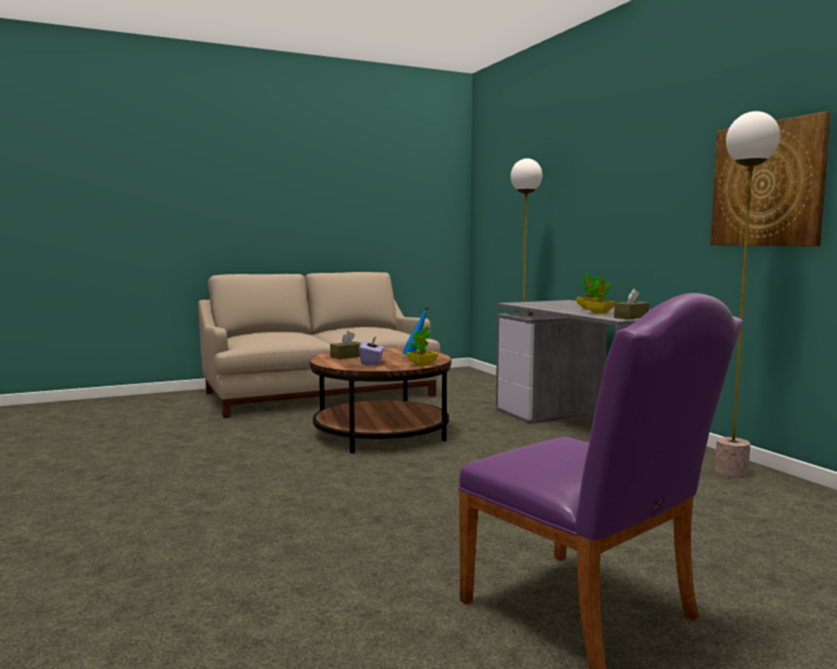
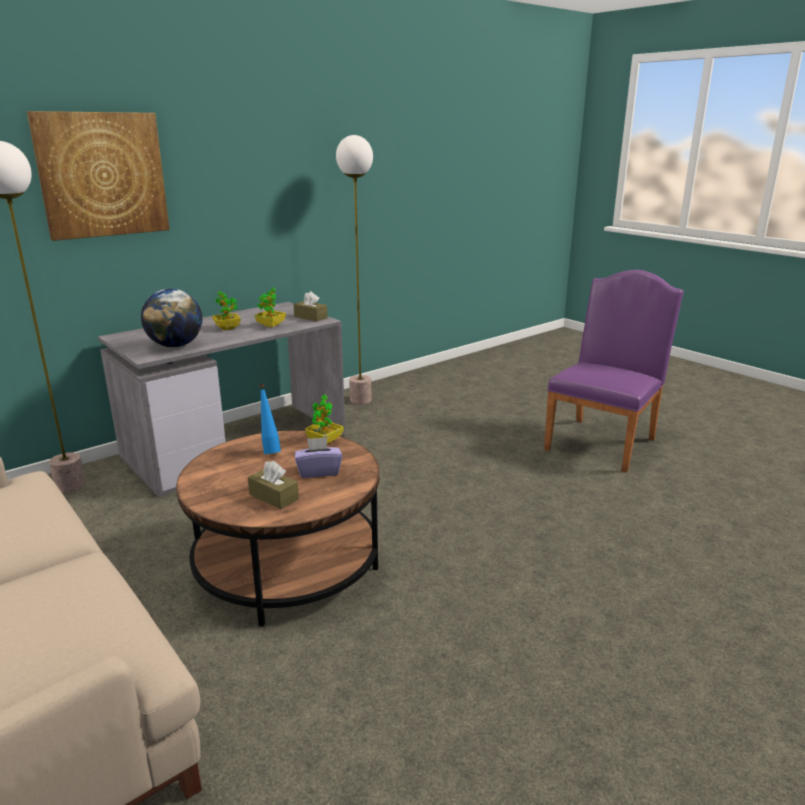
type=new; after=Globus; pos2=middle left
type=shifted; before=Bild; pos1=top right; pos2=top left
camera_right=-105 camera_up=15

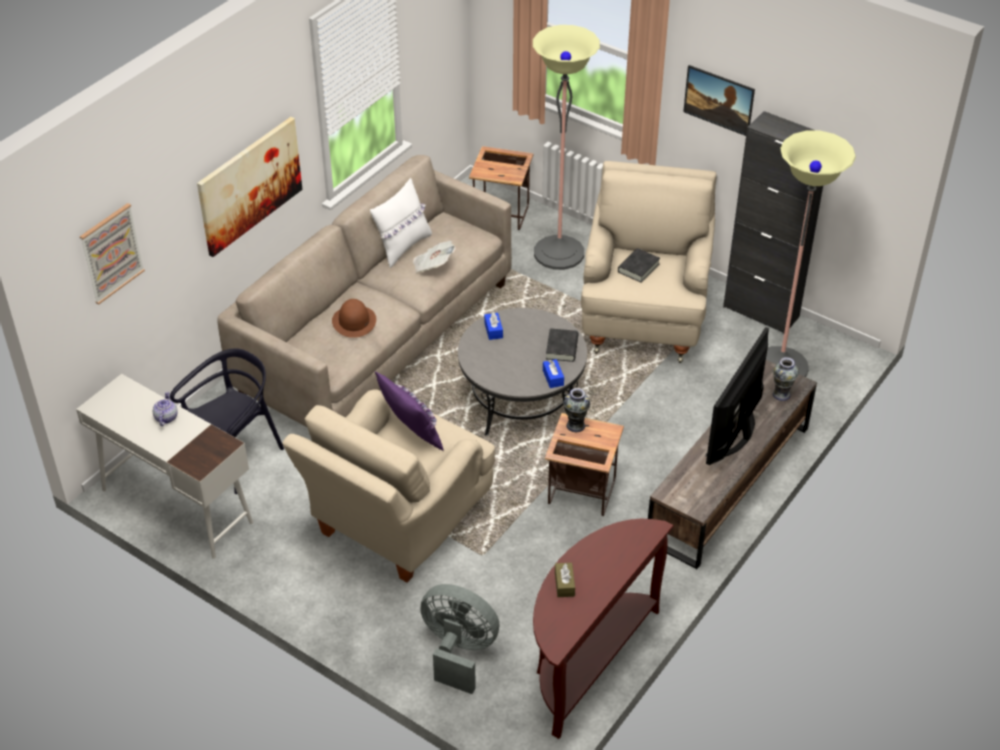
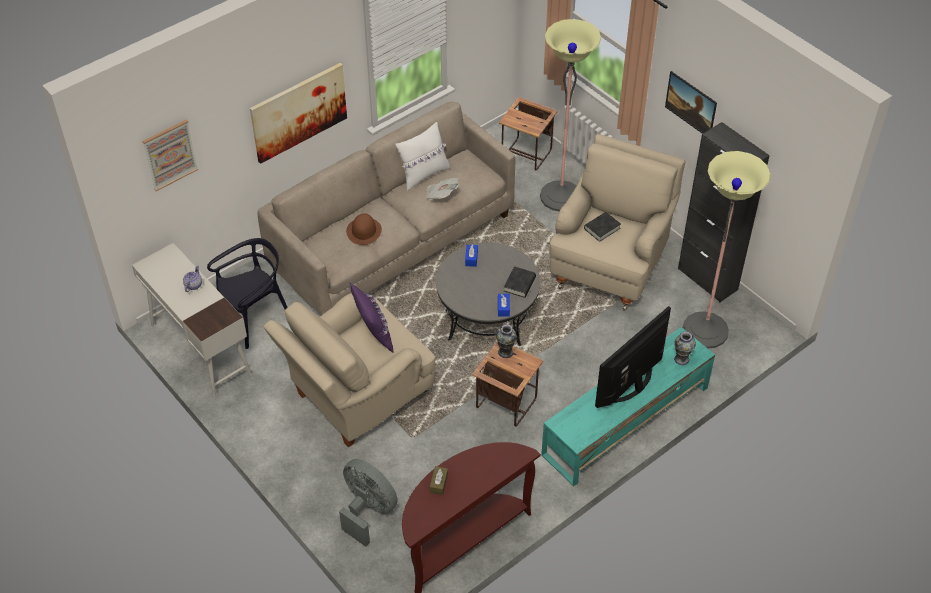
type=repainted; before=Fernsehschrank (braun); after=Fernsehschrank (türkis); pos1=middle right; pos2=bottom right
camera_right=15 camera_up=5

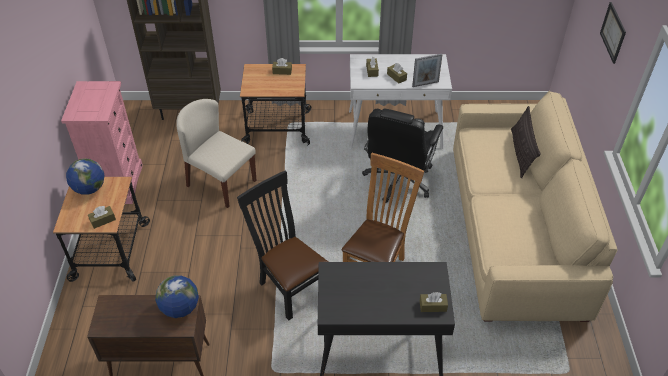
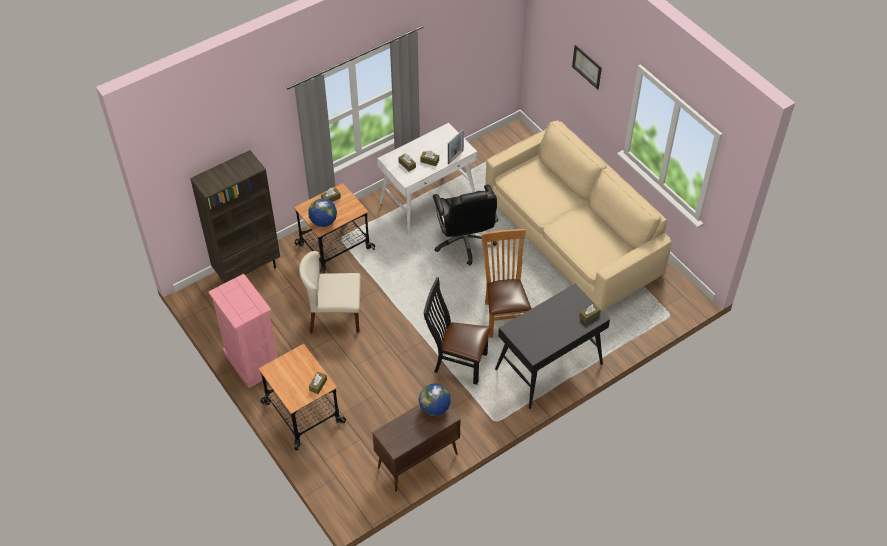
type=gone; before=Kissen; pos1=middle right
type=shifted; before=Globus (no. 1 from left); pos1=middle left; pos2=centre
camera_right=-35 camera_up=5

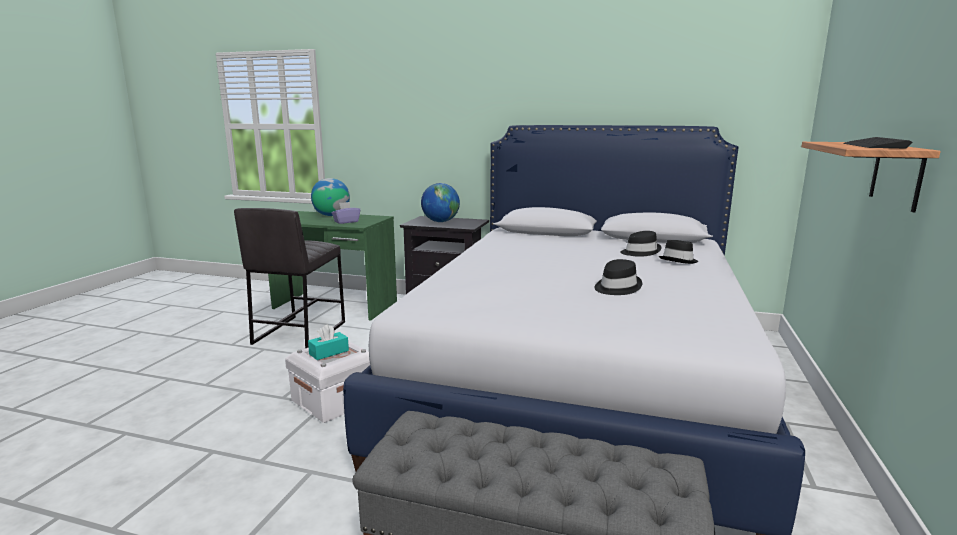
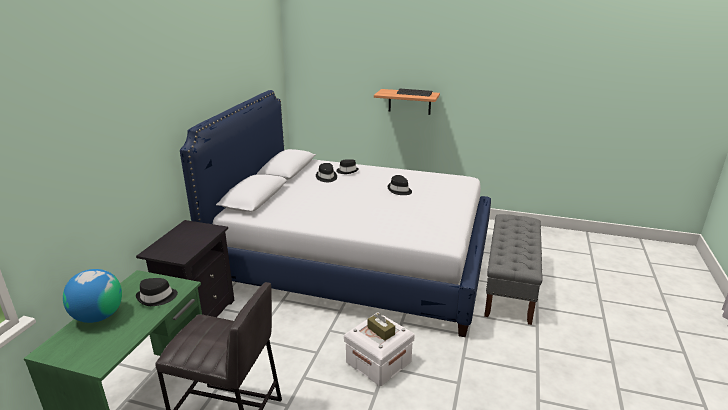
type=gone; before=Globus (no. 2 from left); pos1=centre
type=swapped; before=Taschentuchbox (lila); after=Hut (schwarz) (no. 1 from left); pos1=centre; pos2=bottom left
type=repainted; before=Taschentuchbox (türkis); after=Taschentuchbox (braun); pos1=centre; pos2=bottom centre
camera_right=-90 camera_up=10

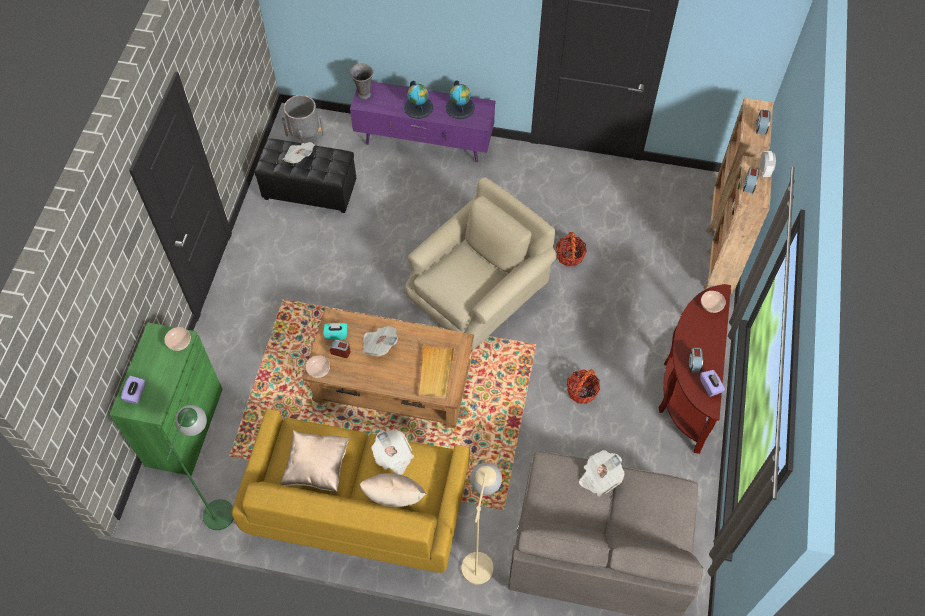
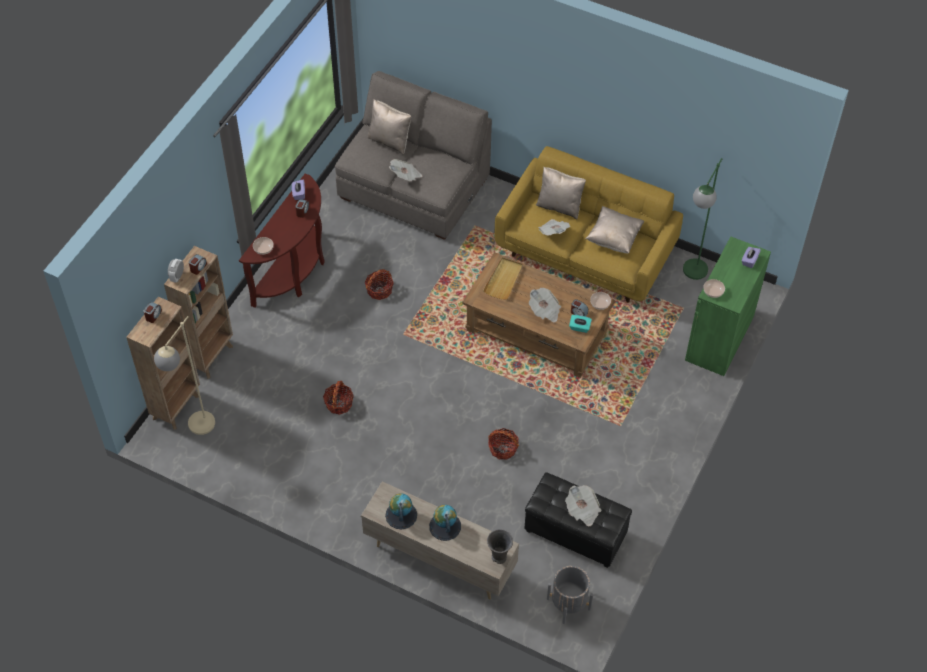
type=gone; before=Sessel (beige); pos1=centre
type=new; after=Kissen (beige) (no. 1 from left); pos2=top centre
type=new; after=Korb (no. 3 from left); pos2=centre
type=shifted; before=Stehlampe (beige); pos1=bottom centre; pos2=middle left
type=repainted; before=Fernsehschrank (lila); after=Fernsehschrank (beige); pos1=top centre; pos2=bottom centre
camera_right=-165 camera_up=-5

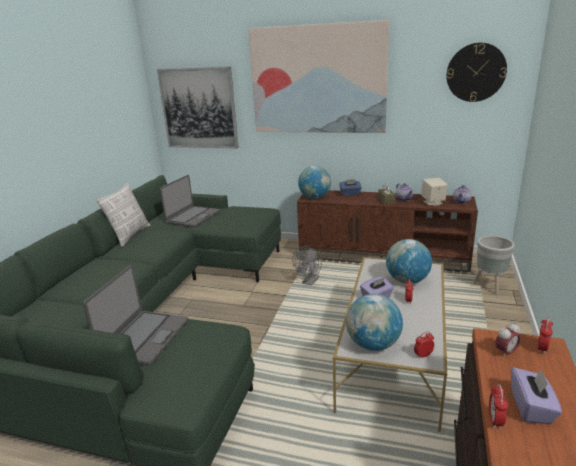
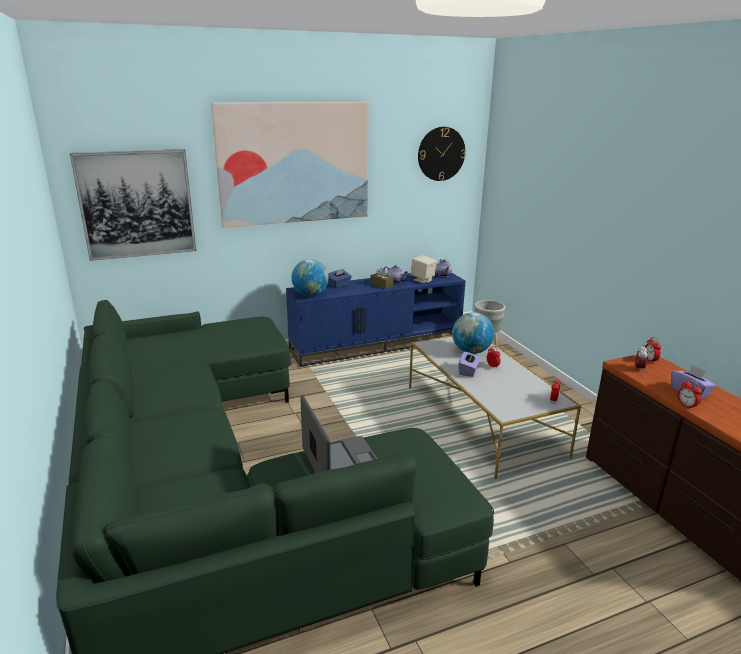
type=gone; before=Kissen; pos1=middle left
type=gone; before=Laptop (no. 2 from left); pos1=middle left
type=gone; before=Ventilator (grau); pos1=centre
type=gone; before=Globus (no. 2 from left); pos1=bottom centre
type=repainted; before=Fernsehschrank (braun); after=Fernsehschrank (blau); pos1=middle right; pos2=centre
camera_right=-40 camera_up=0

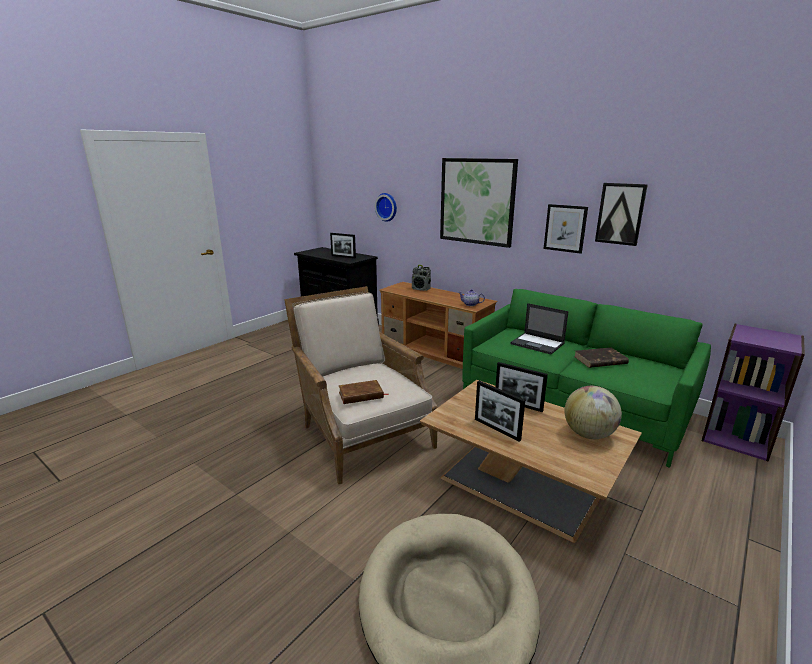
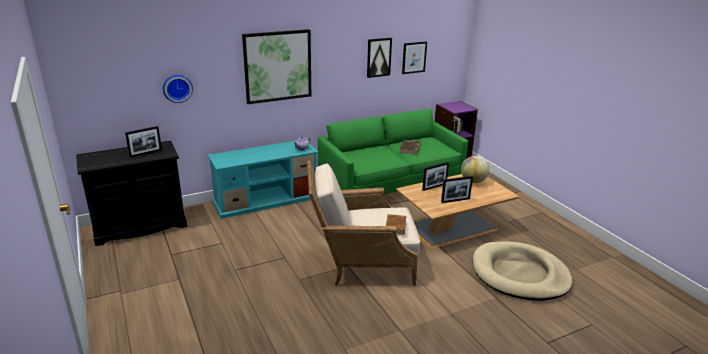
type=gone; before=Radio; pos1=centre
type=gone; before=Laptop; pos1=centre
type=shifted; before=Bild (no. 2 from left in the first image); after=Bild (no. 3 from left); pos1=middle right; pos2=top centre
type=repainted; before=Fernsehschrank (braun); after=Fernsehschrank (türkis); pos1=centre; pos2=centre
camera_right=-65 camera_up=5

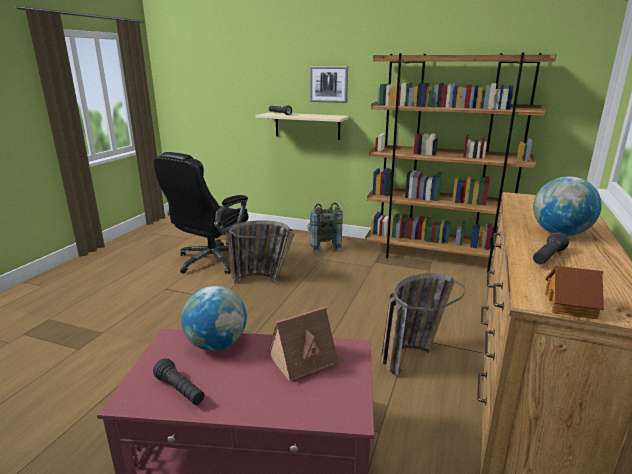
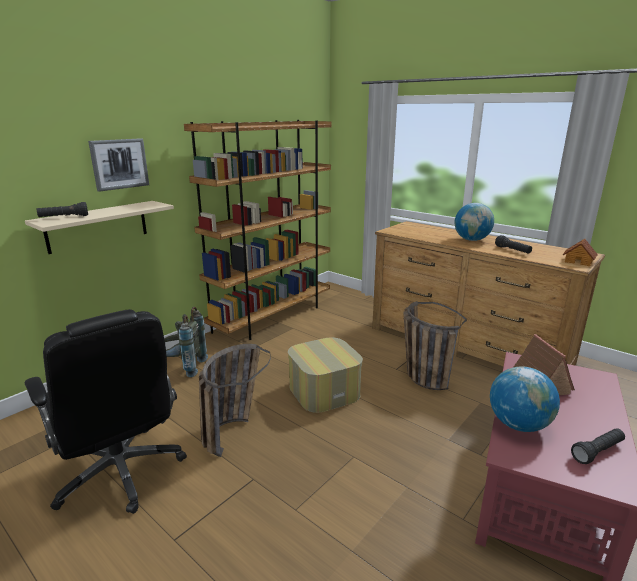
type=new; after=Polsterhocker; pos2=centre
camera_right=-70 camera_up=0

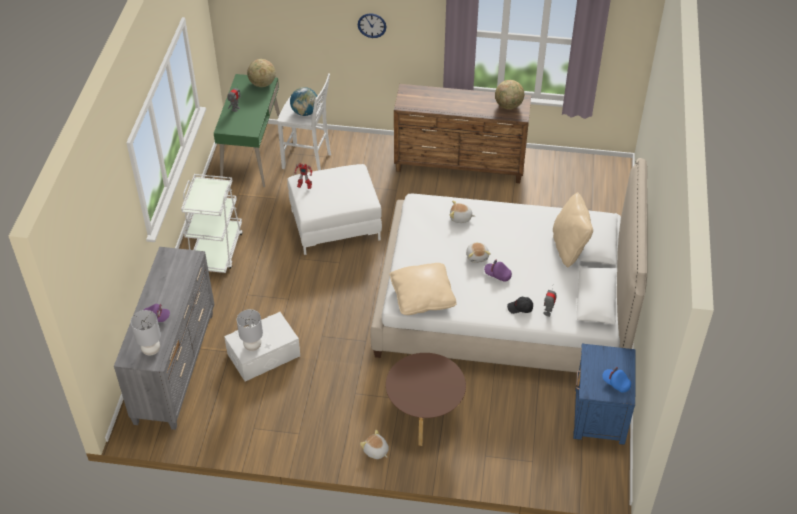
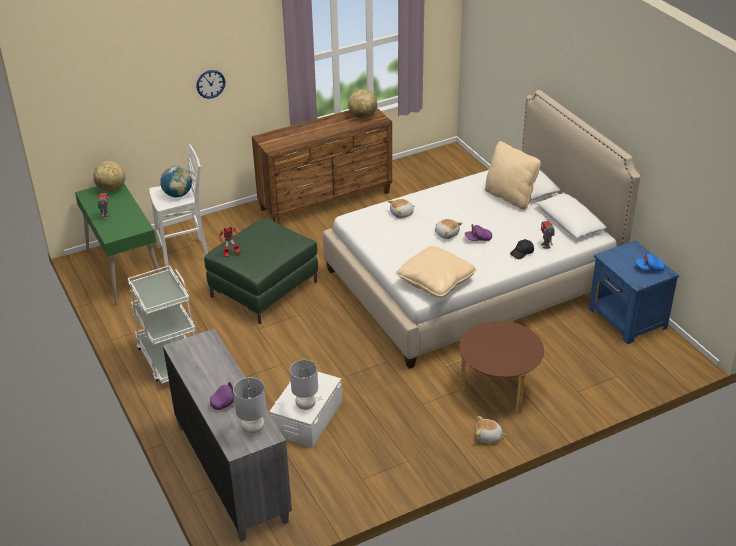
type=repainted; before=Polsterhocker (weiß); after=Polsterhocker (grün); pos1=centre; pos2=centre
camera_right=-35 camera_up=-10

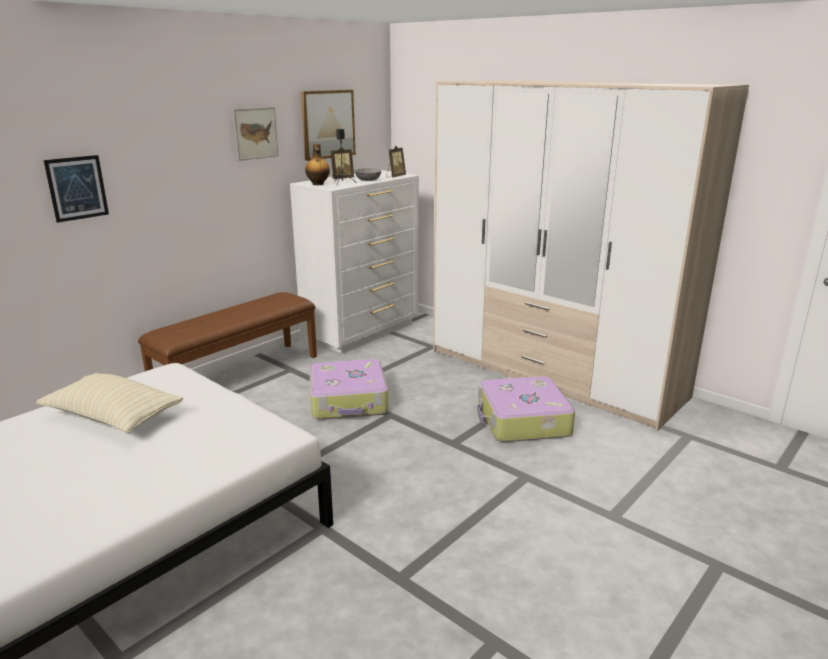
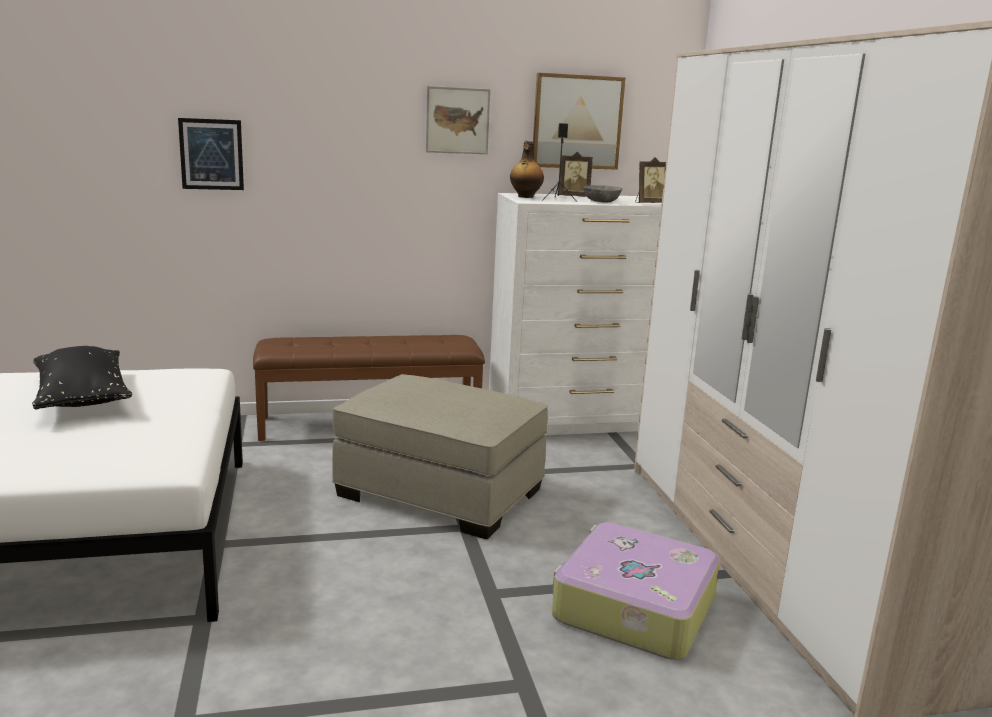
type=swapped; before=Koffer (no. 1 from left); after=Polsterhocker (beige); pos1=centre; pos2=centre
type=repainted; before=Kissen (beige); after=Kissen (schwarz); pos1=middle left; pos2=middle left
camera_right=35 camera_up=-5

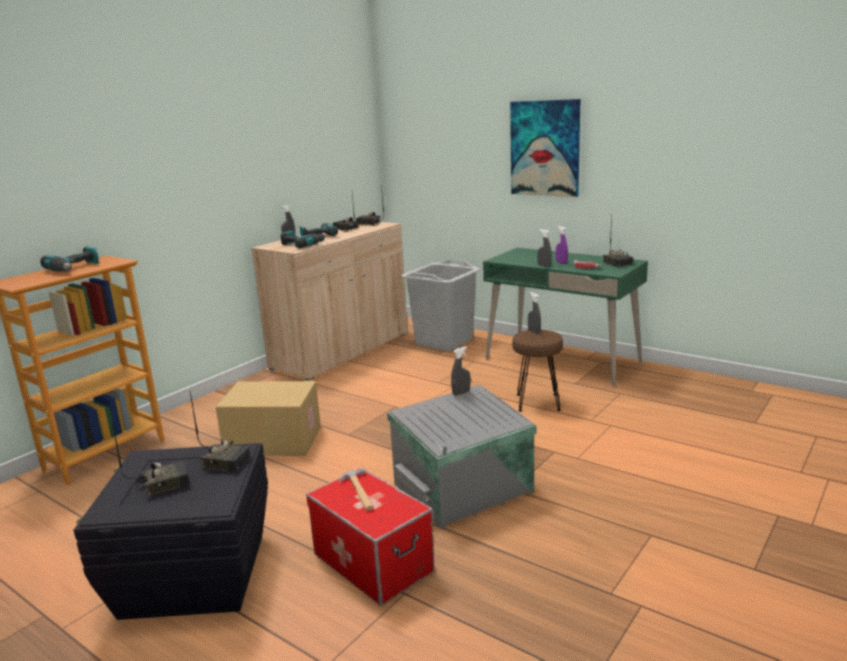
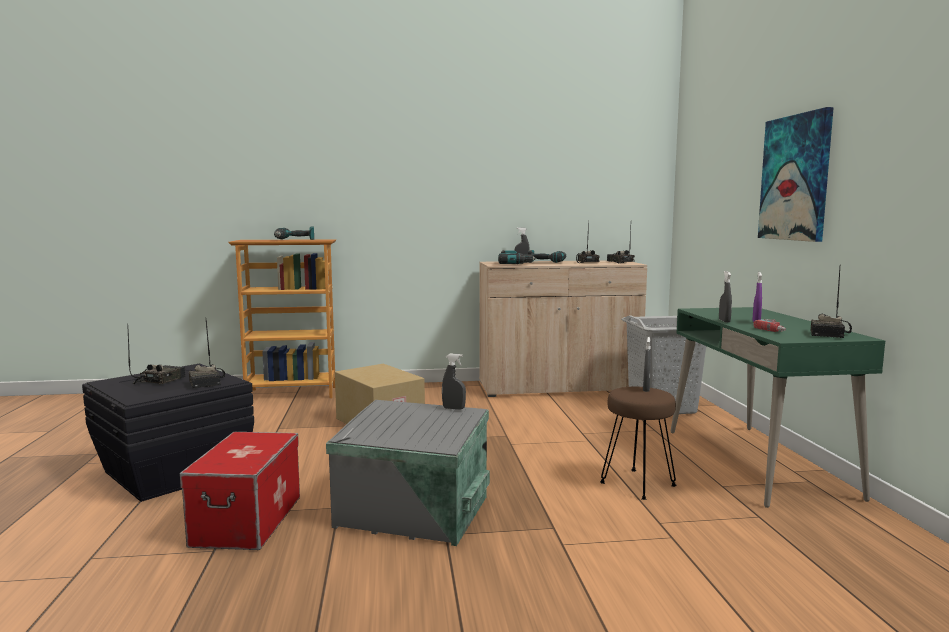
type=gone; before=Hammer; pos1=bottom centre
type=rotated; before=Radio (no. 1 from left); pos1=bottom left; pos2=middle left; turn=-90
camera_right=45 camera_up=-10

